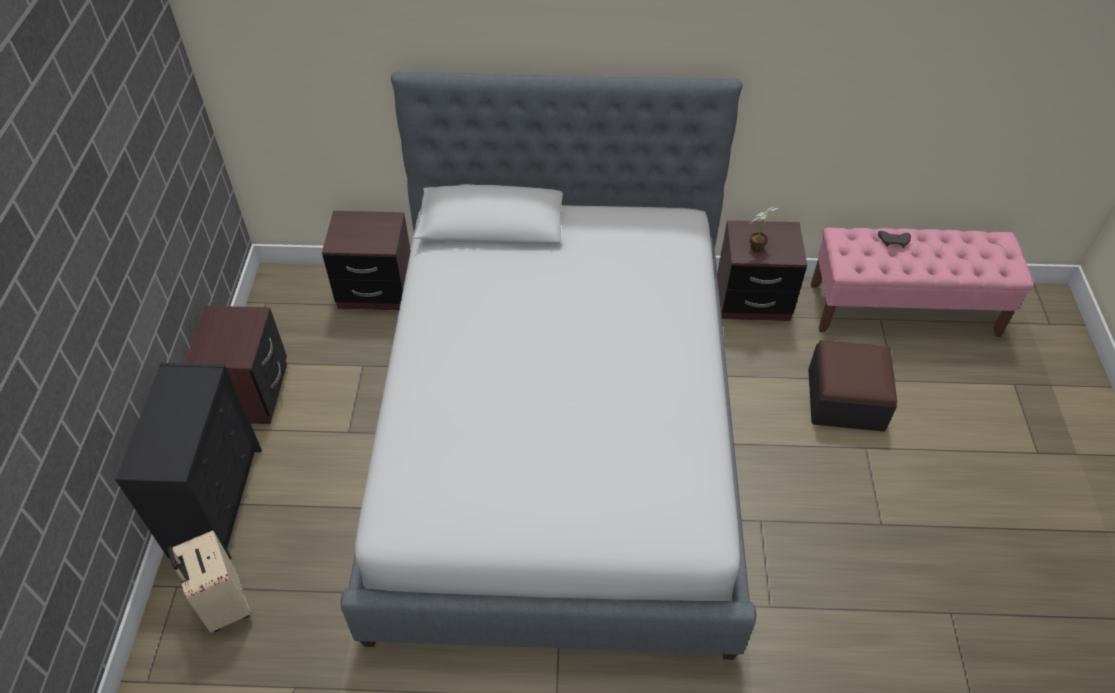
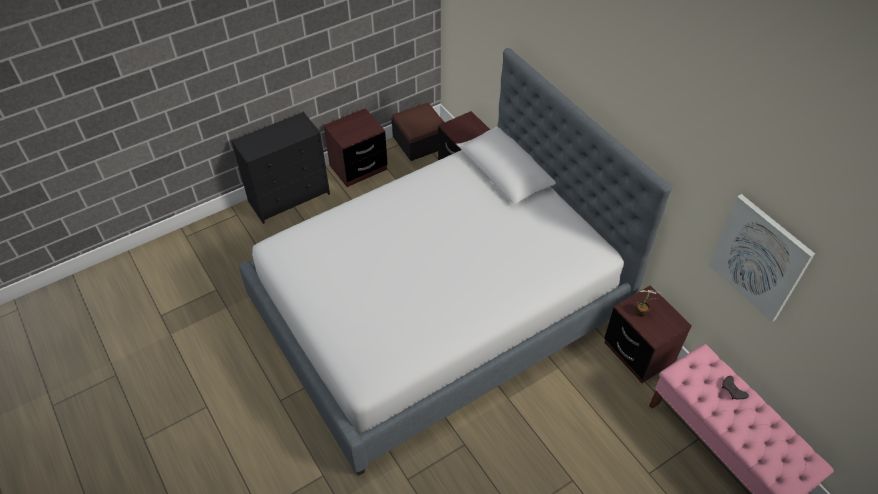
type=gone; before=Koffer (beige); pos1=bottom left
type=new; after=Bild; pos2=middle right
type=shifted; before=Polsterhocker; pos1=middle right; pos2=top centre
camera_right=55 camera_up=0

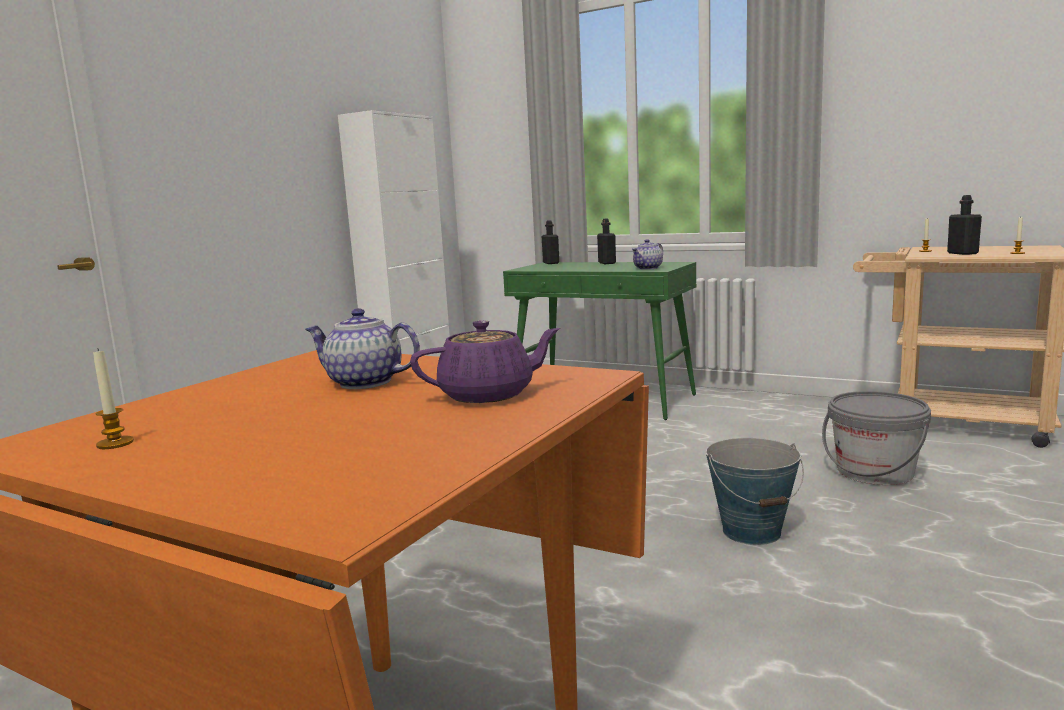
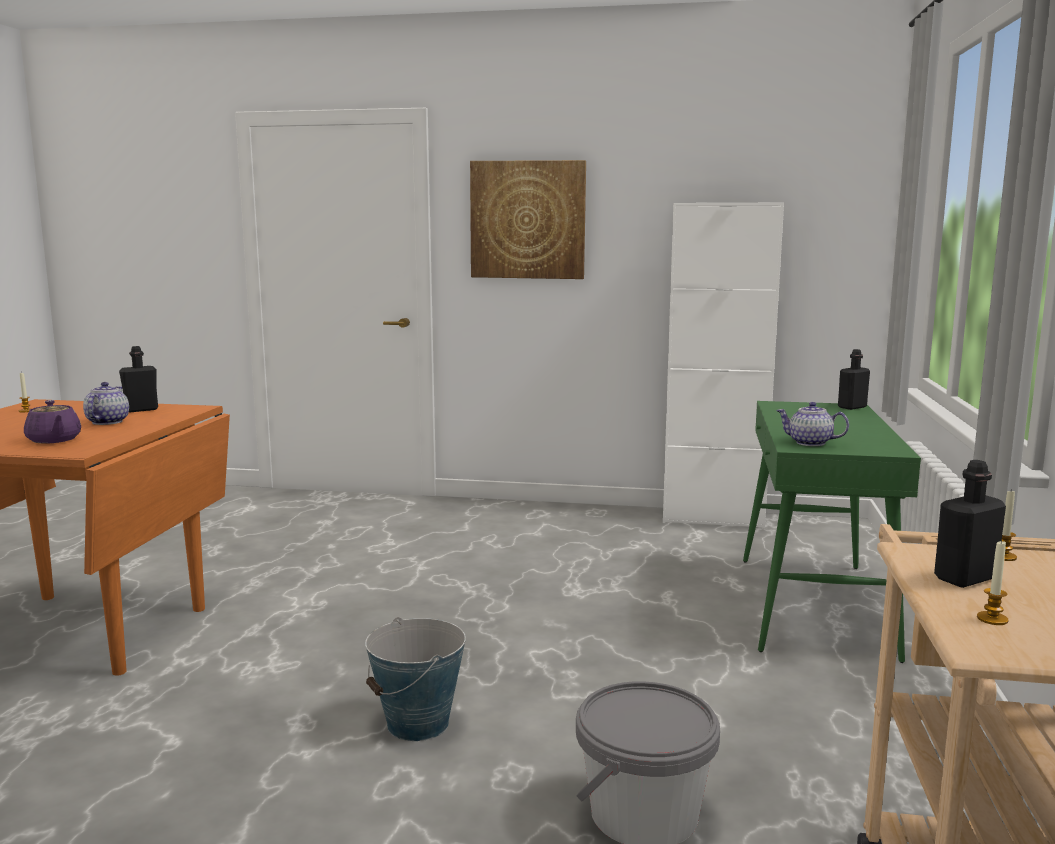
type=new; after=Bild; pos2=top centre
type=shifted; before=Flasche (schwarz) (no. 2 from left in the first image); after=Flasche (schwarz) (no. 1 from left); pos1=centre; pos2=middle left
camera_right=70 camera_up=0

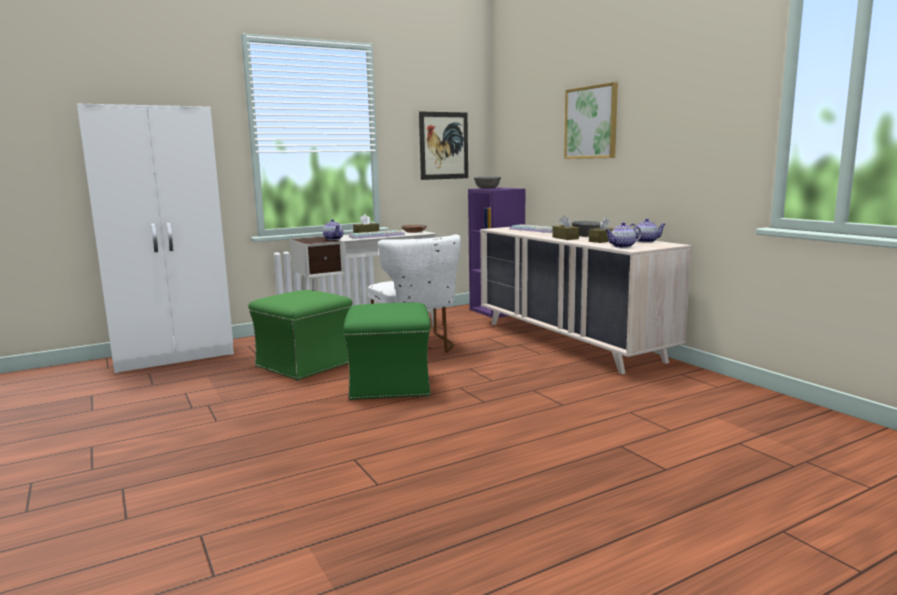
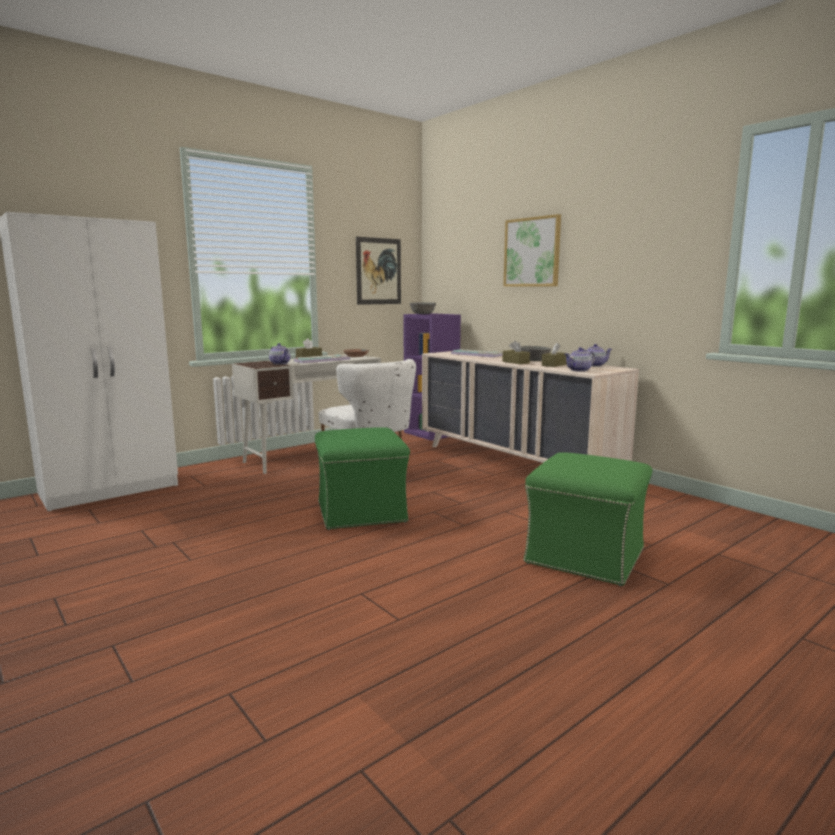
type=shifted; before=Polsterhocker (grün) (no. 1 from left in the first image); after=Polsterhocker (grün) (no. 2 from left); pos1=centre; pos2=middle right
camera_right=-10 camera_up=0

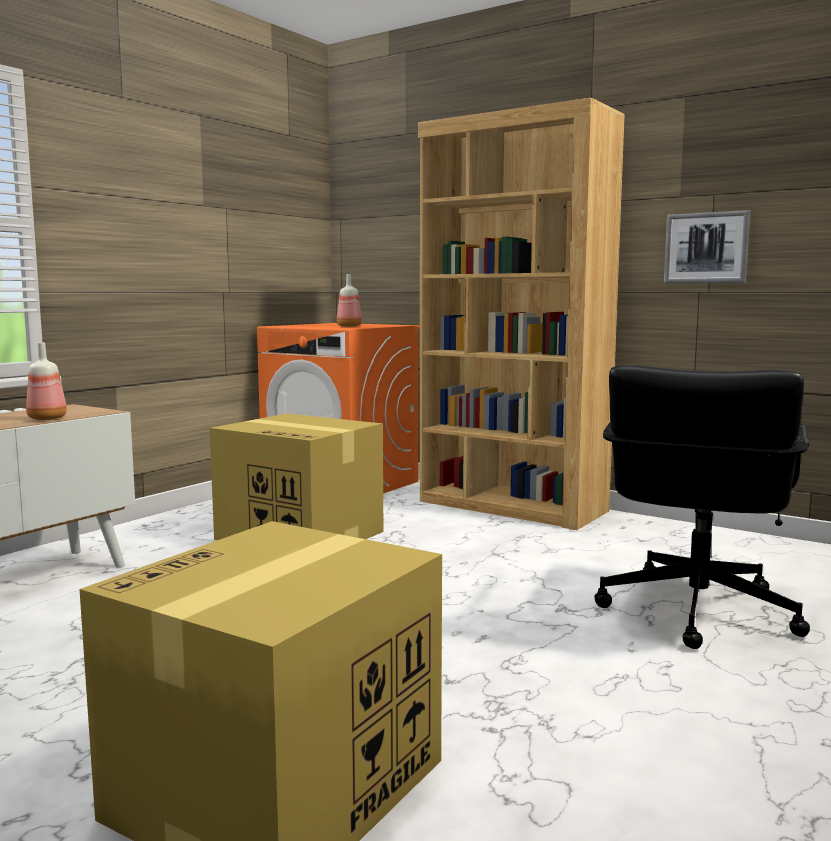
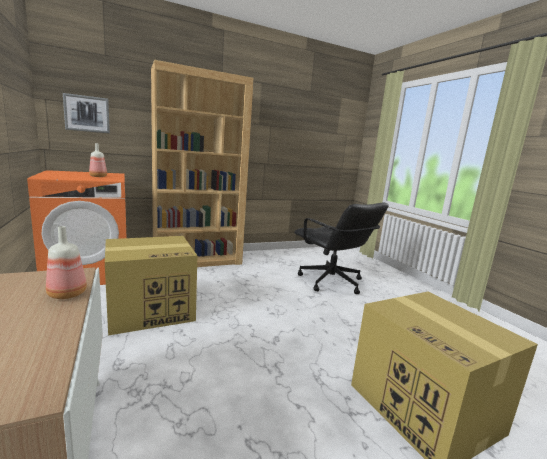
type=shifted; before=Bild; pos1=top right; pos2=top left
camera_right=-60 camera_up=5

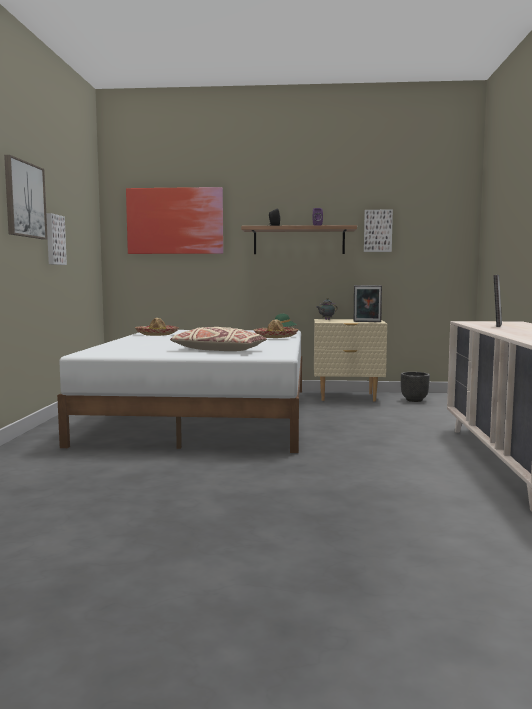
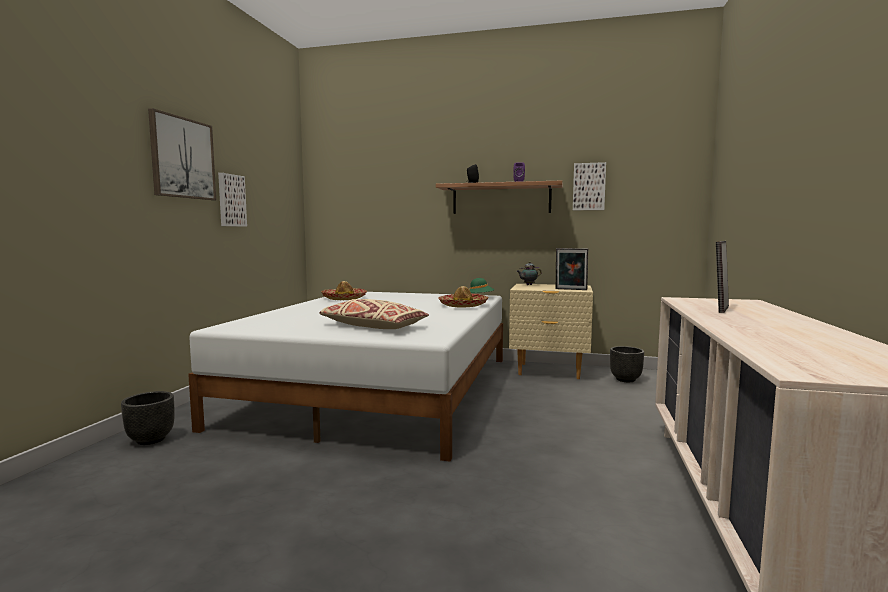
type=gone; before=Bild (no. 3 from left); pos1=top left
type=new; after=Pflanzkübel (schwarz) (no. 1 from left); pos2=bottom left
camera_right=10 camera_up=0

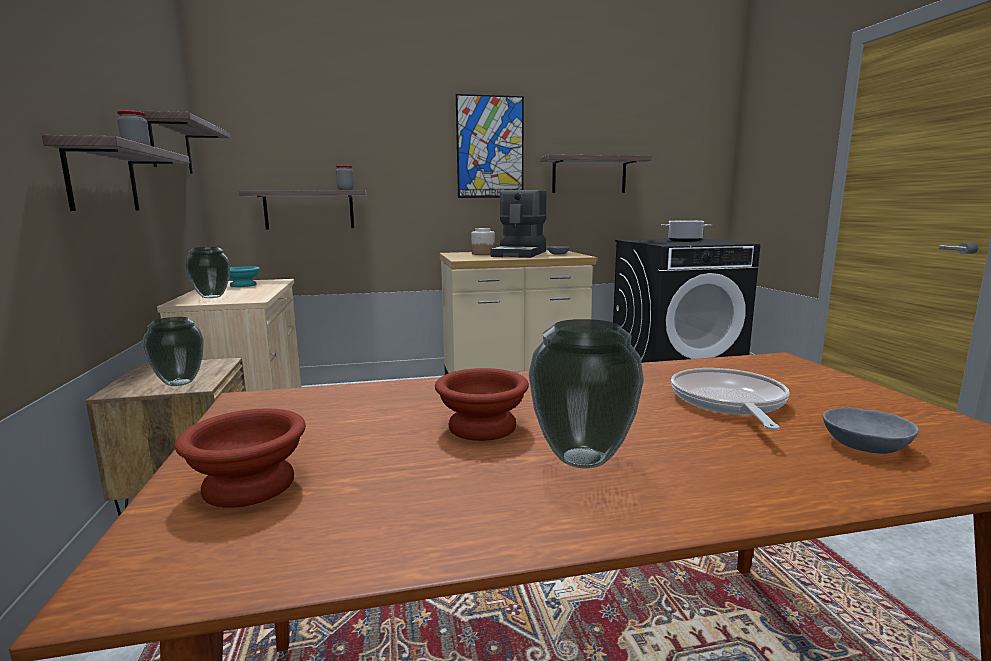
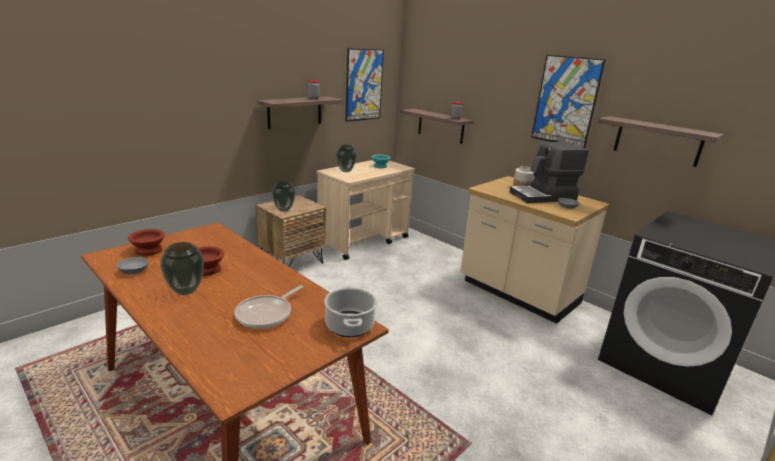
type=shifted; before=Kochtopf; pos1=middle right; pos2=bottom centre
type=shifted; before=Schüssel (grau) (no. 2 from left in the first image); after=Schüssel (grau) (no. 1 from left); pos1=middle right; pos2=middle left
type=swapped; before=Wandregal (no. 2 from left); after=Bild (no. 1 from left); pos1=top left; pos2=top centre
type=rotated; before=Pfanne; pos1=middle right; pos2=centre; turn=150
camera_right=55 camera_up=10

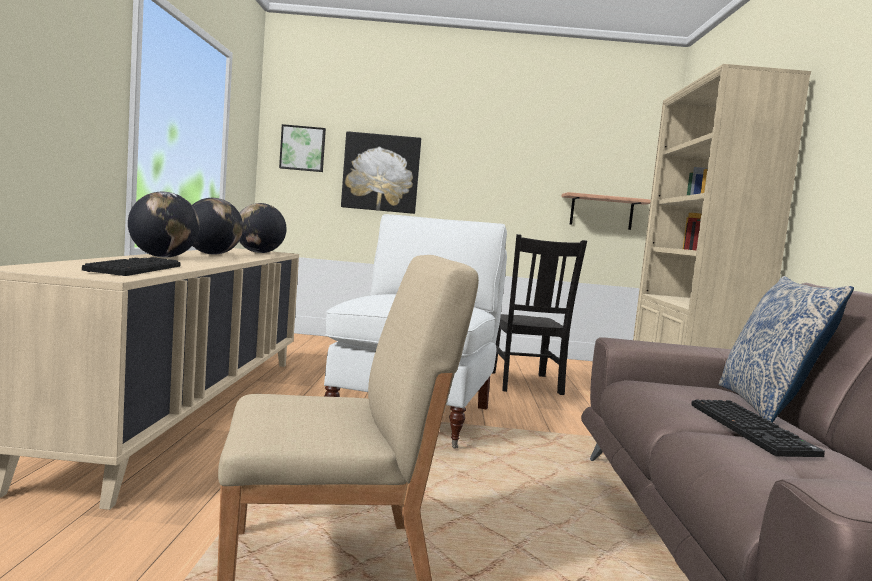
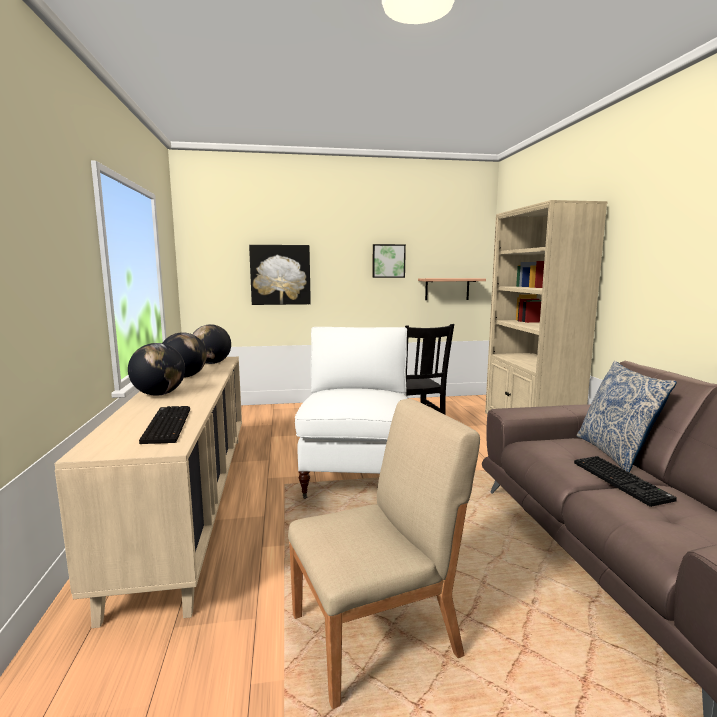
type=shifted; before=Bild (no. 1 from left in the first image); after=Bild (no. 2 from left); pos1=top centre; pos2=centre
camera_right=-10 camera_up=5

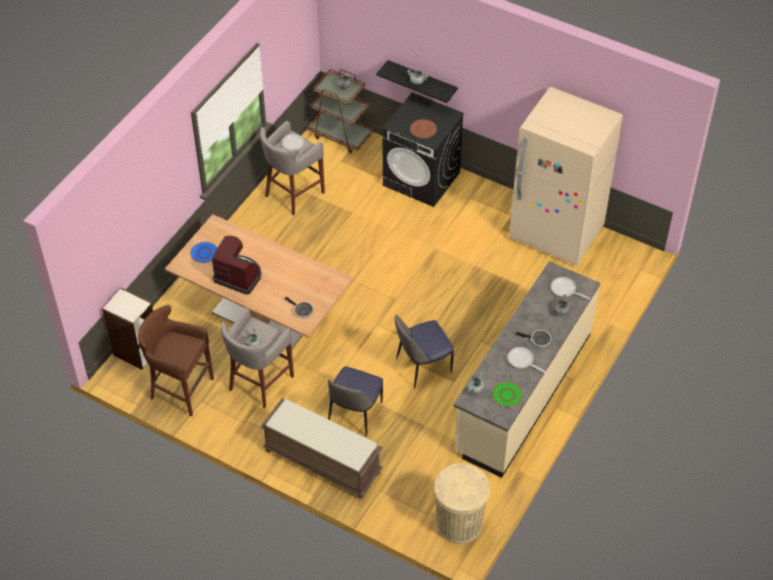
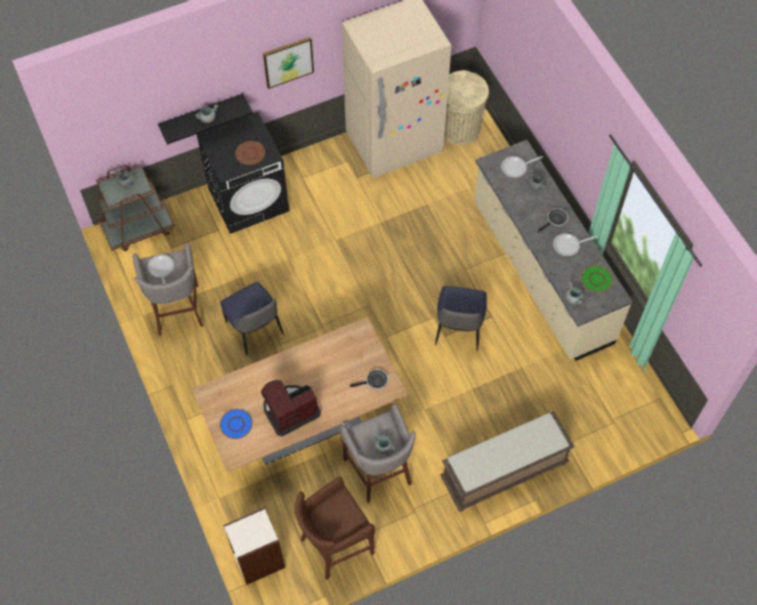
type=new; after=Bild; pos2=top centre
type=shifted; before=Stuhl (no. 1 from left); pos1=bottom centre; pos2=middle left
type=shifted; before=Mülleimer (beige); pos1=bottom centre; pos2=top centre
camera_right=-55 camera_up=10

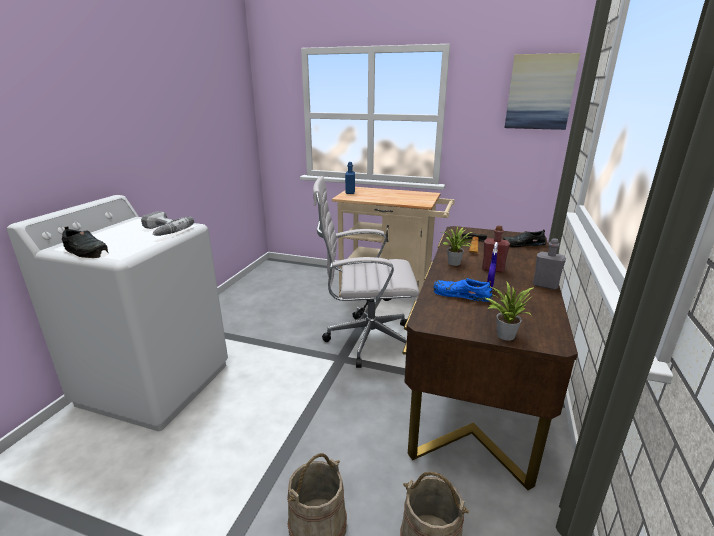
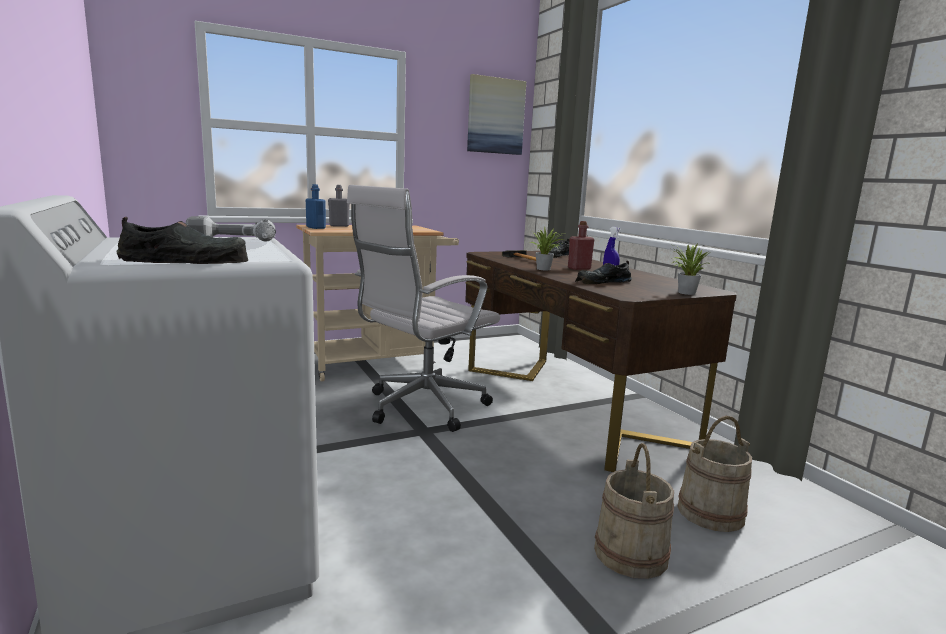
type=shifted; before=Flasche (grau); pos1=middle right; pos2=top centre
type=repainted; before=Schuh (blau); after=Schuh (schwarz) (no. 3 from left); pos1=centre; pos2=centre
camera_right=-45 camera_up=-10

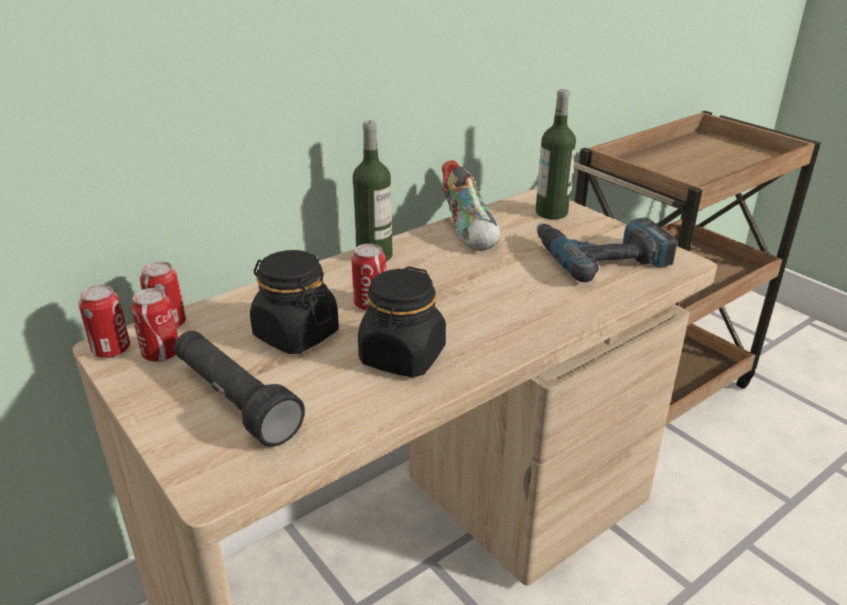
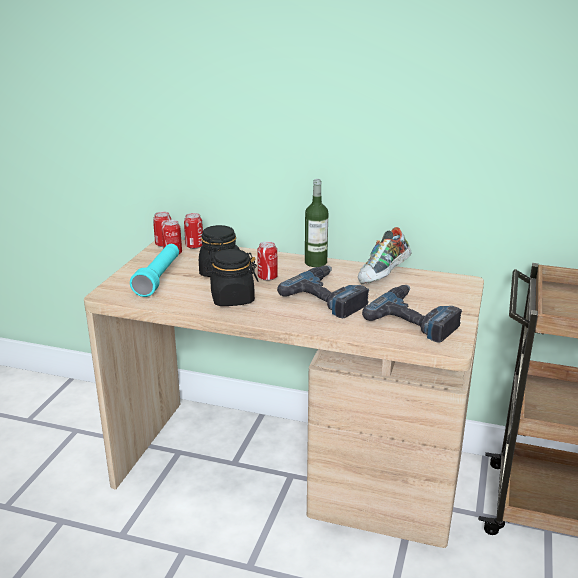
type=gone; before=Flasche (no. 2 from left); pos1=top centre
type=new; after=Bohrmaschine (no. 1 from left); pos2=centre
type=repainted; before=Taschenlampe (schwarz); after=Taschenlampe (türkis); pos1=middle left; pos2=middle left
camera_right=55 camera_up=-5

